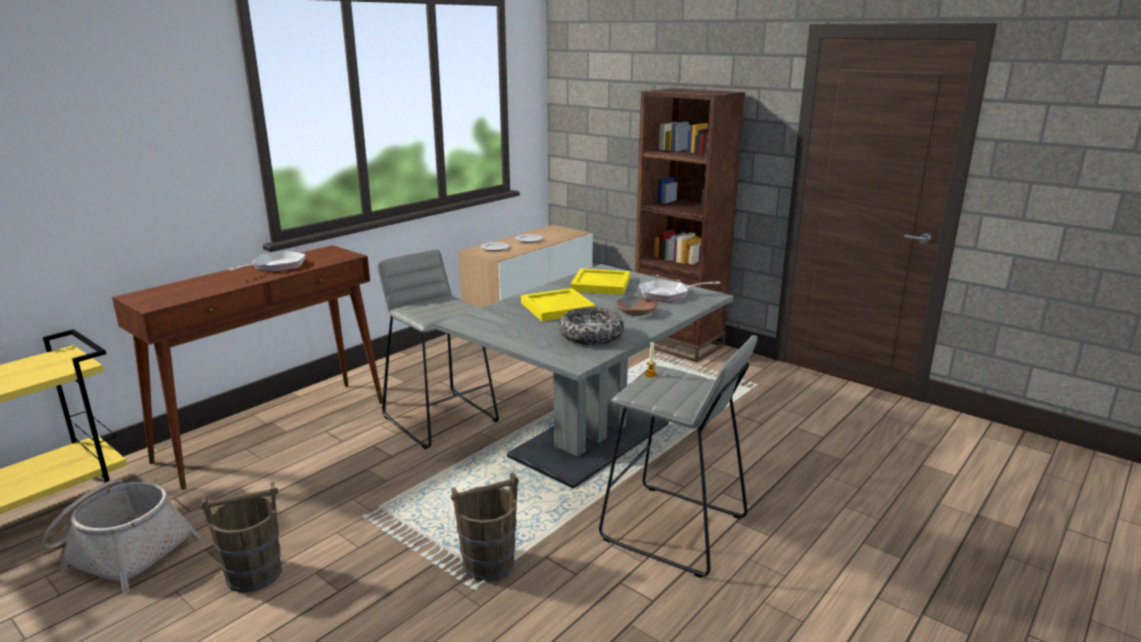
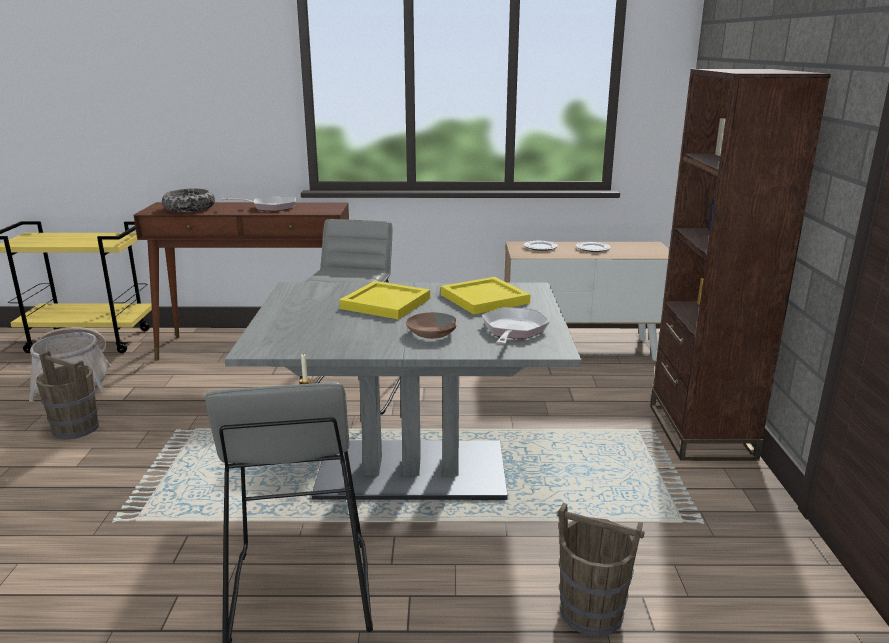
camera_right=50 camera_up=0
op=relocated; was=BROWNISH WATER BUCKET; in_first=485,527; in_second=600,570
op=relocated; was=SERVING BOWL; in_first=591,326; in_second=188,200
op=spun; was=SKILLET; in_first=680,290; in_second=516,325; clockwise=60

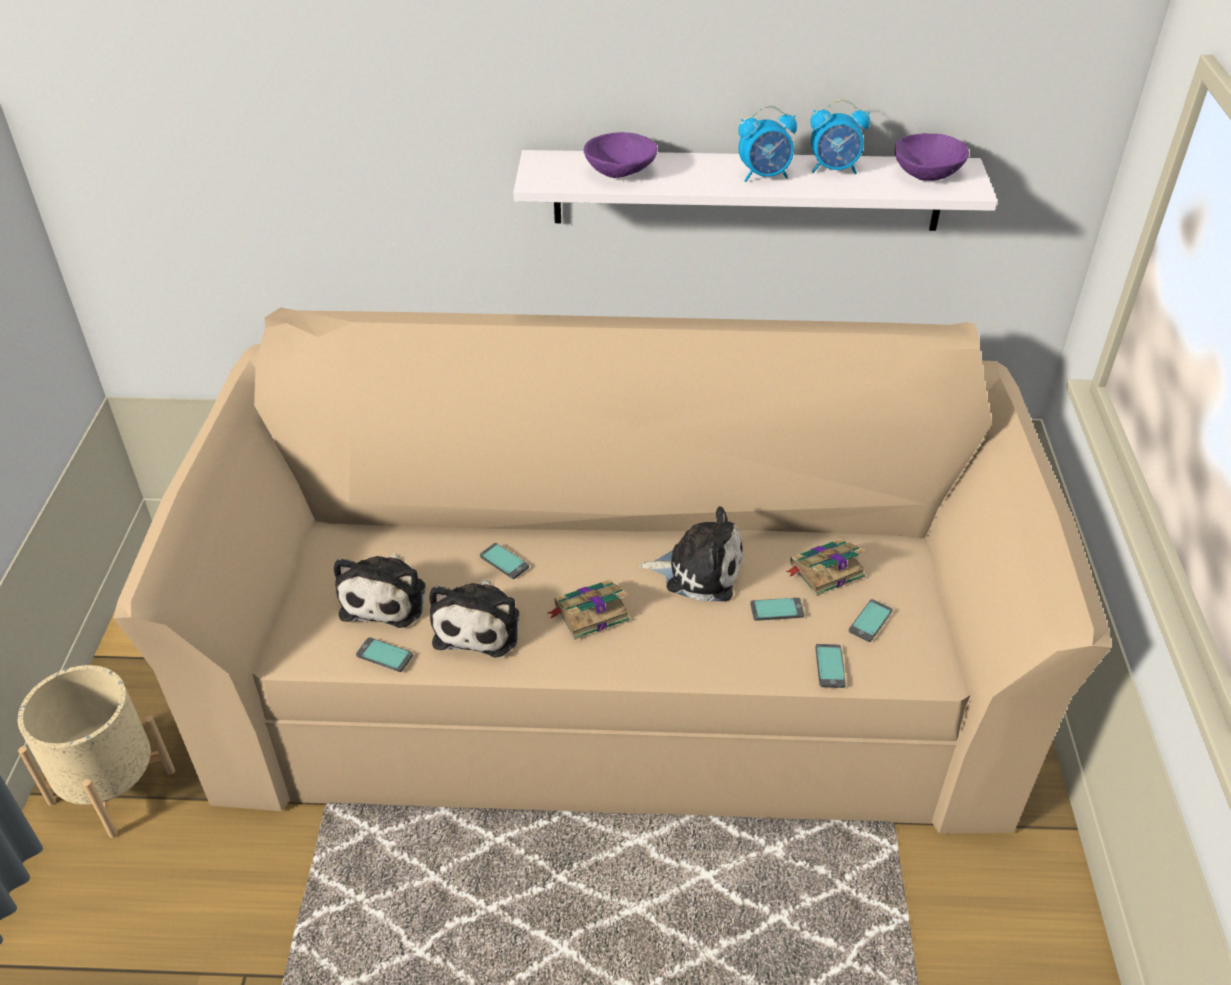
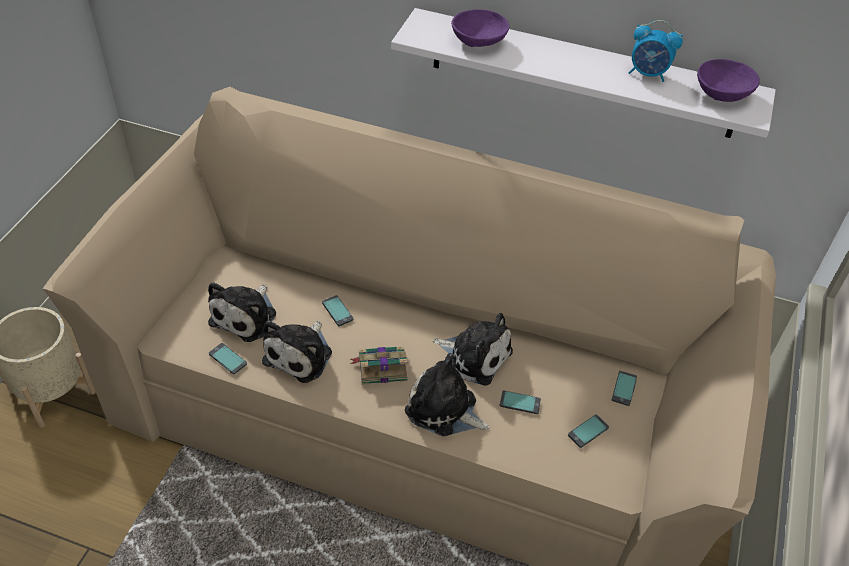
camera_right=15 camera_up=5
op=missing; was=BEDSIDE CLOCK; in_first=767,143
op=missing; was=BOOK; in_first=826,567
op=appeared; now=PLUSH TOY; in_second=447,394
op=relocated; was=PHONE; in_first=830,666; in_second=624,388

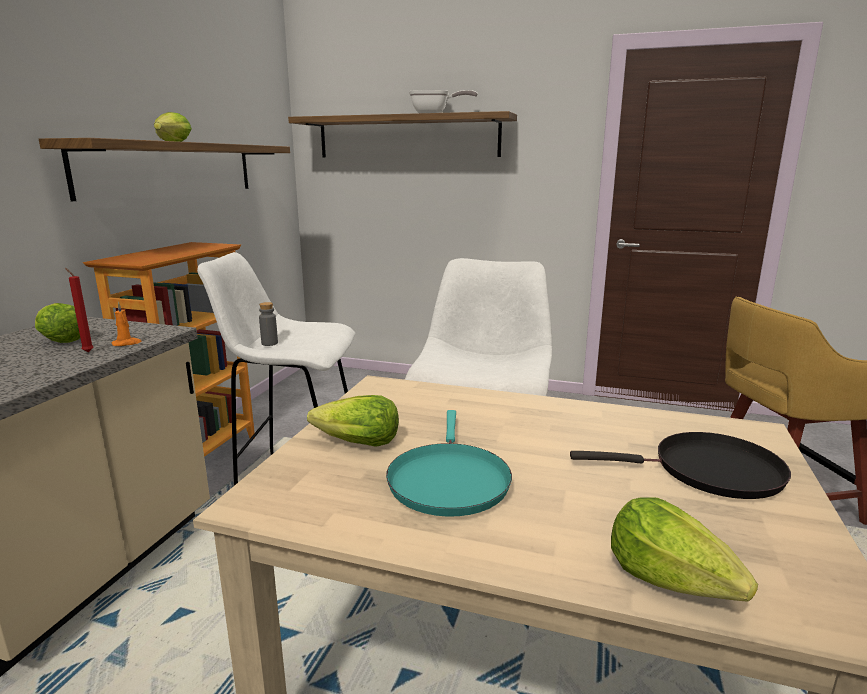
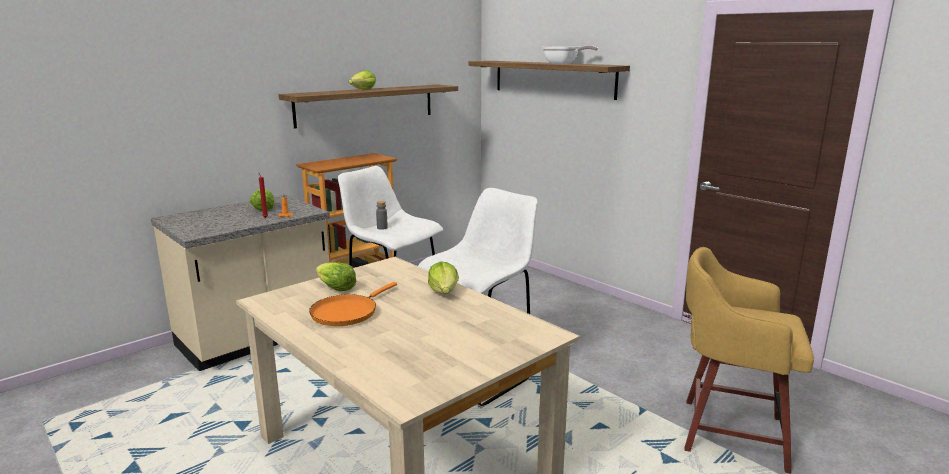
camera_right=30 camera_up=0
op=missing; was=BLACKISH SKILLET; in_first=680,465
op=relocated; was=LETTUCE; in_first=684,550; in_second=443,277
op=colour; was=TURQUOISE SKILLET; now=ORANGEY SKILLET; in_first=449,463; in_second=353,304

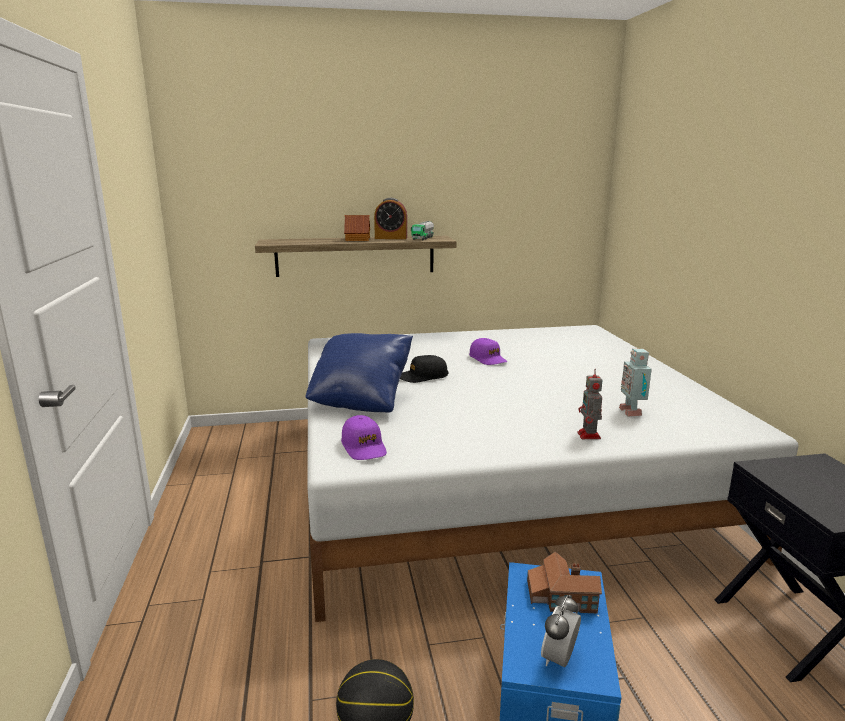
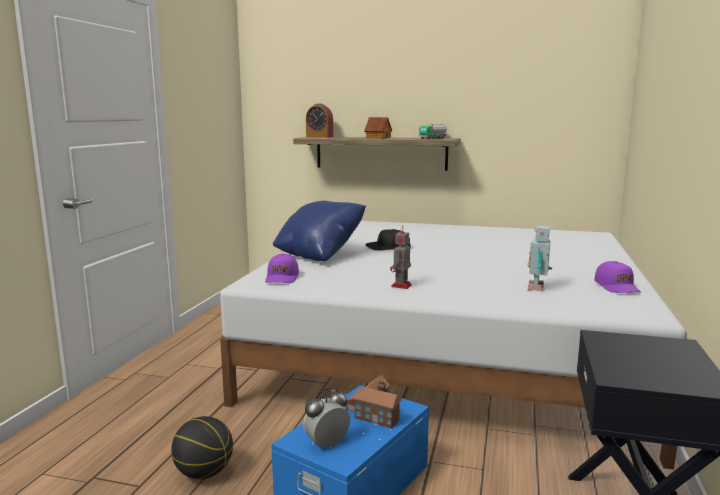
camera_right=25 camera_up=-5
op=relocated; was=BEDSIDE CLOCK; in_first=390,218; in_second=319,121
op=relocated; was=PURPLE-COLOURED CAP; in_first=488,351; in_second=617,277
op=relocated; was=TOY ROBOT; in_first=589,404; in_second=401,257

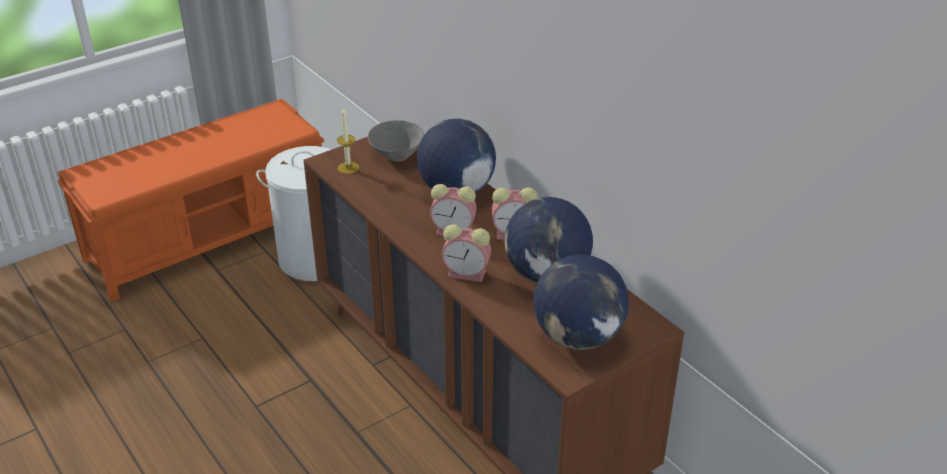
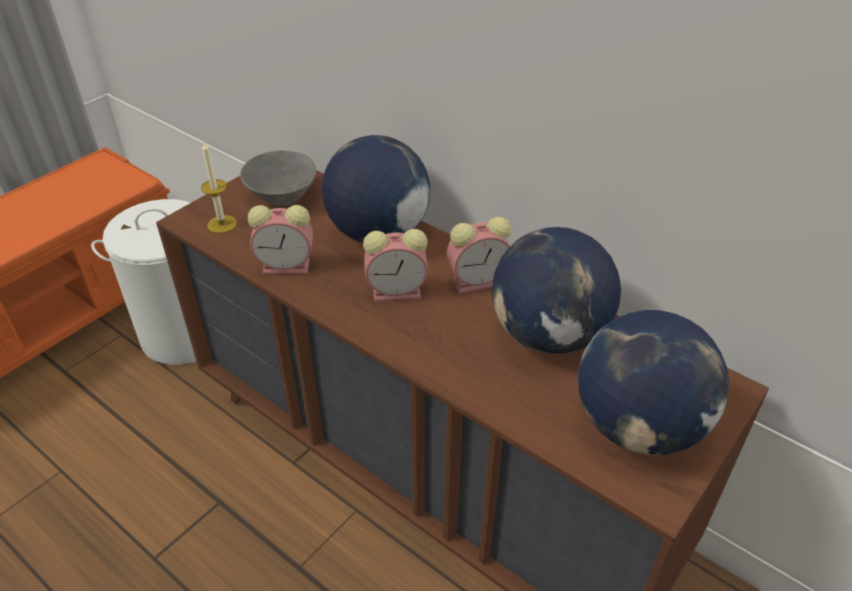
camera_right=-15 camera_up=5
op=relocated; was=BEDSIDE CLOCK; in_first=466,253; in_second=280,239

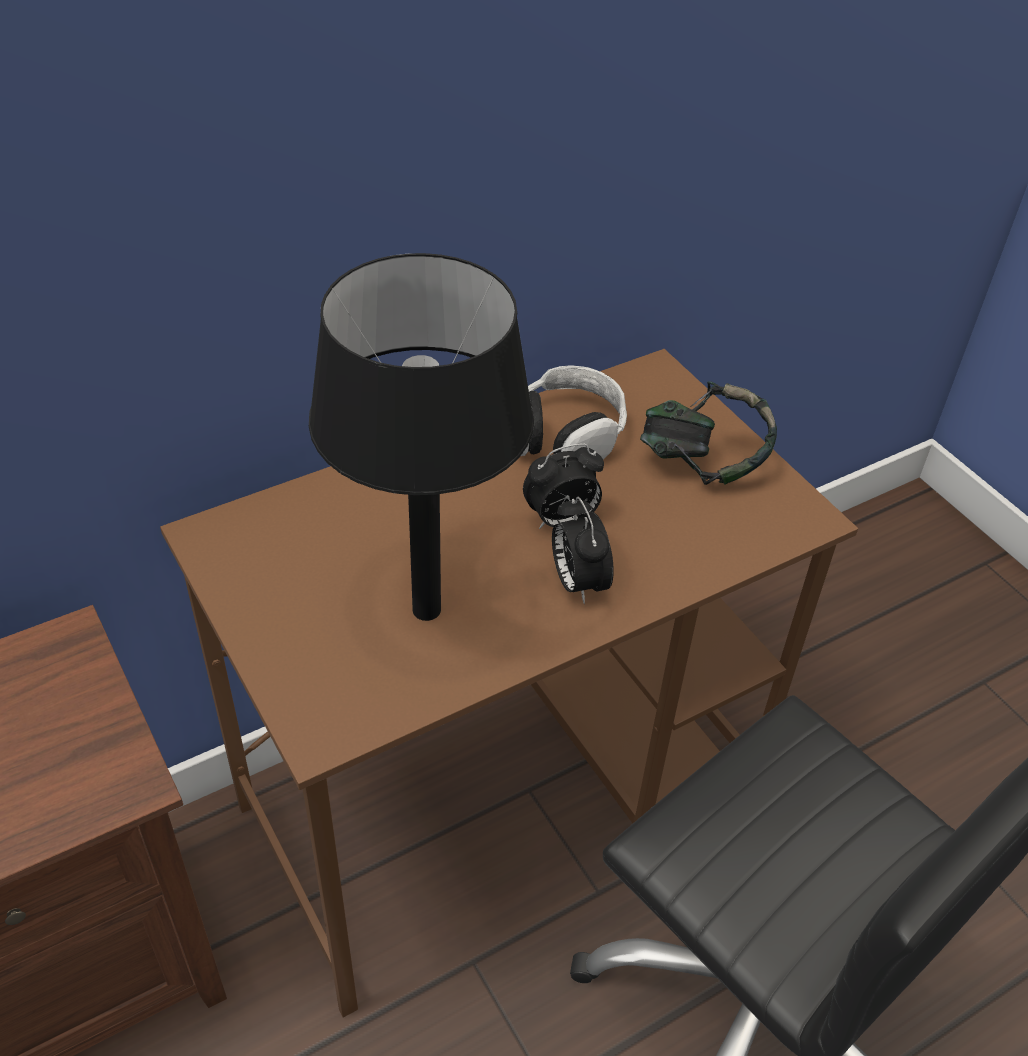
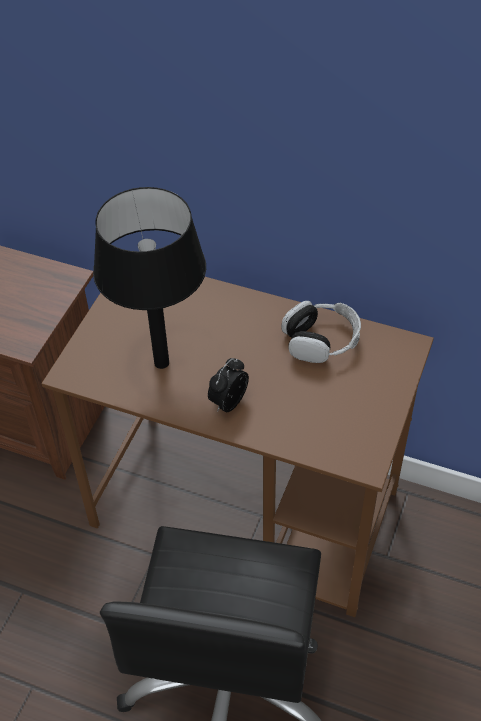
camera_right=55 camera_up=5
op=missing; was=BEDSIDE CLOCK; in_first=563,486
op=missing; was=PAIR OF HEADPHONES; in_first=708,433

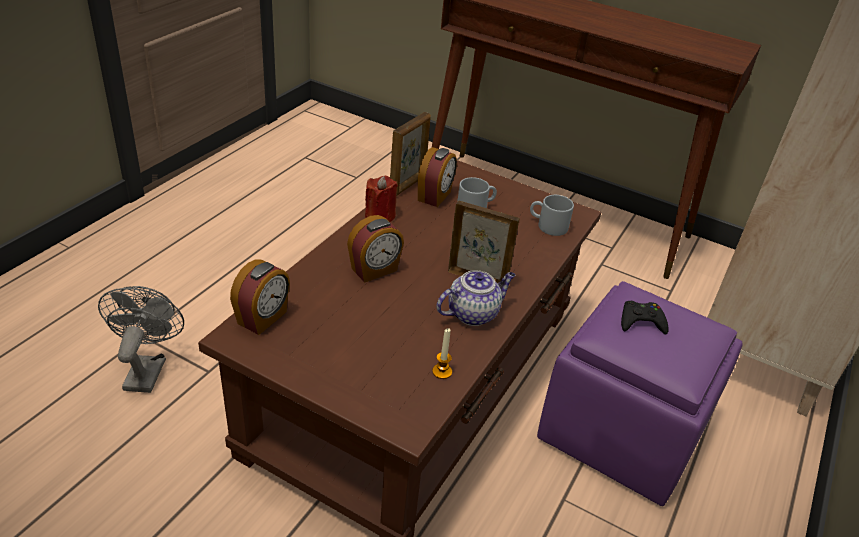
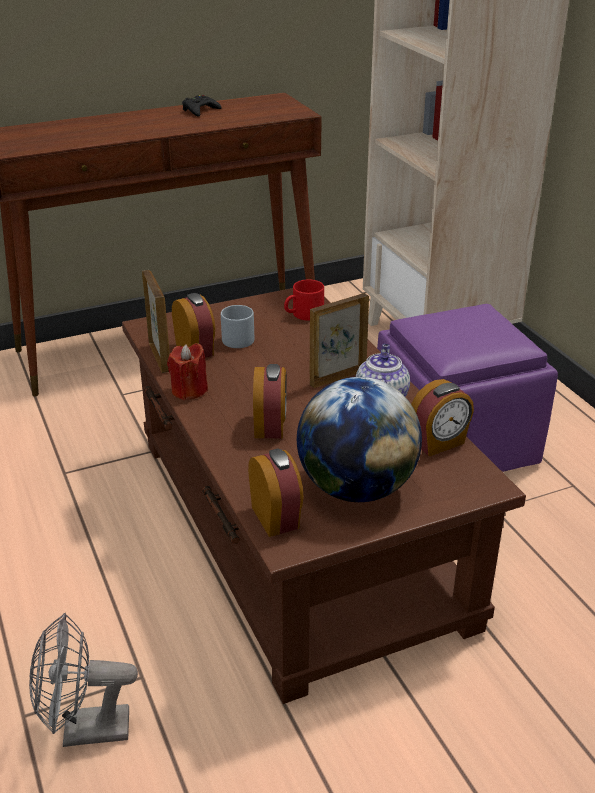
camera_right=-50 camera_up=-5
op=appeared; now=GLOBE; in_second=359,439
op=relocated; was=BLACKISH GAMEPAD; in_first=645,318; in_second=202,106
op=exchanged; was=WAX CANDLE; now=BEDSIDE CLOCK; in_first=442,353; in_second=442,417
op=colour; was=GREYISH TEA MUG; now=REDDISH TEA MUG; in_first=552,215; in_second=304,300
op=spun; was=GREYISH ELECTRIC FAN; in_first=141,339; in_second=83,680; clockwise=-45

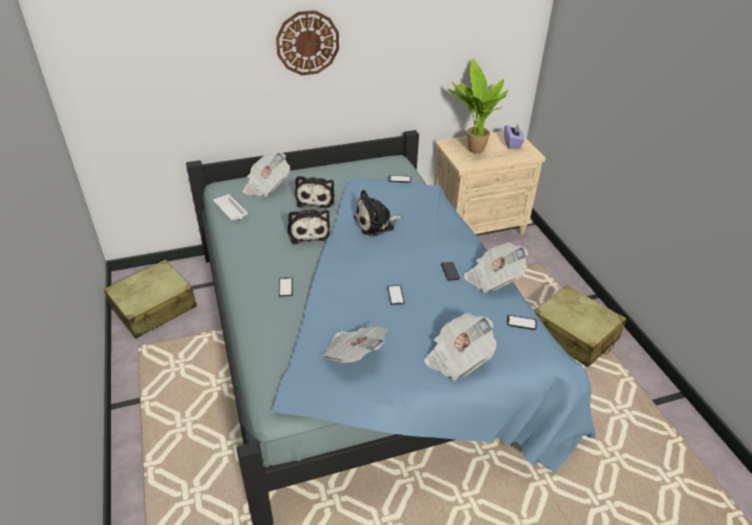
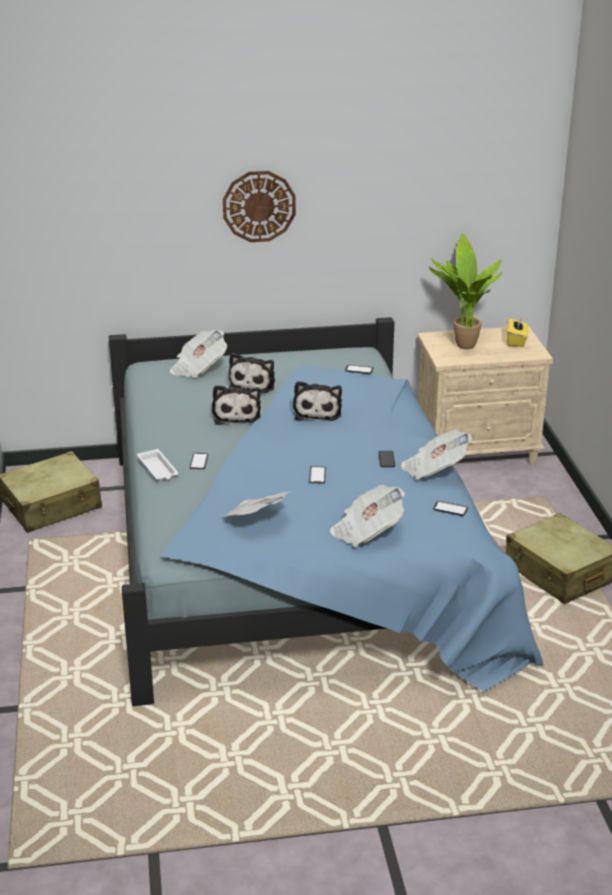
camera_right=10 camera_up=-10
op=relocated; was=WHITISH TRAY; in_first=230,207; in_second=158,465
op=colour; was=PURPLE-COLOURED TISSUE BOX; now=YELLOW TISSUE BOX; in_first=514,136; in_second=518,332
op=spun; was=PLUSH TOY; in_first=378,213; in_second=317,401; clockwise=-75

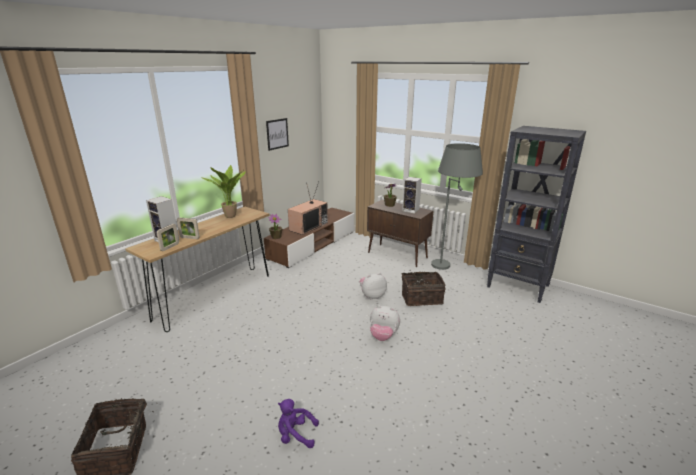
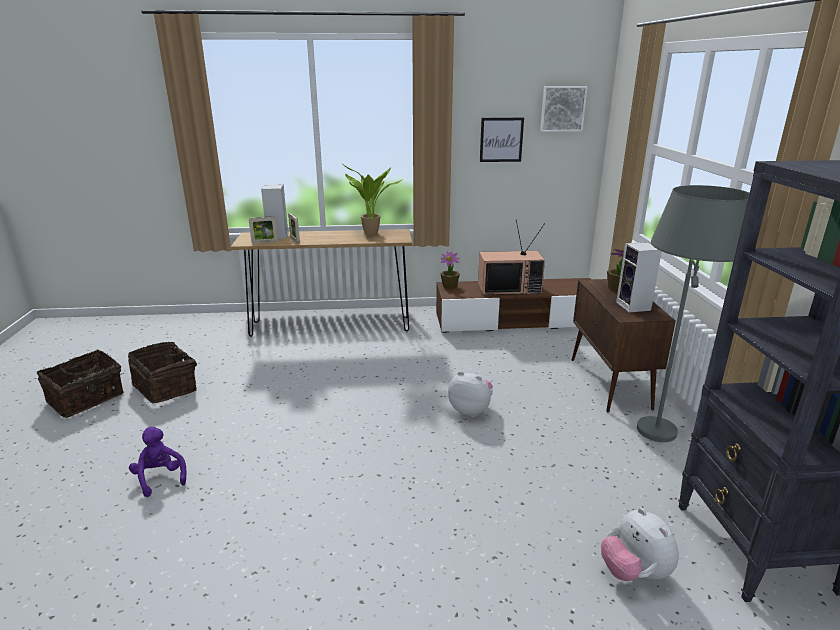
camera_right=50 camera_up=0
op=appeared; now=WALL ART; in_second=563,109
op=relocated; was=PLUSH TOY; in_first=385,323; in_second=640,544
op=relocated; was=STORAGE BASKET; in_first=424,288; in_second=162,372

